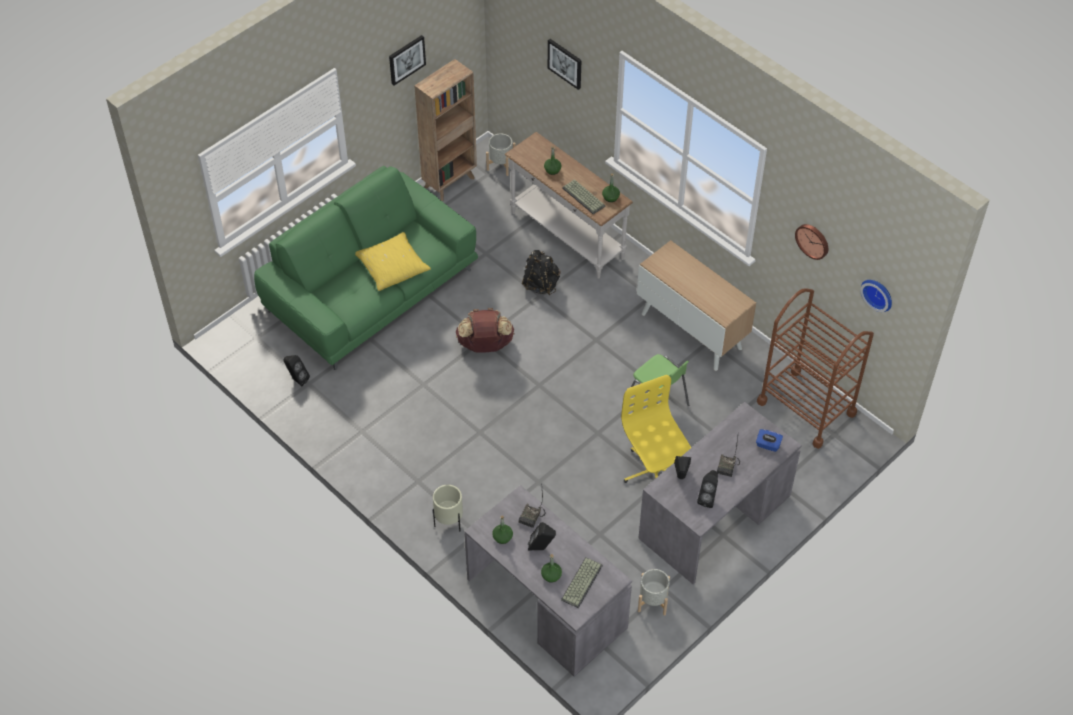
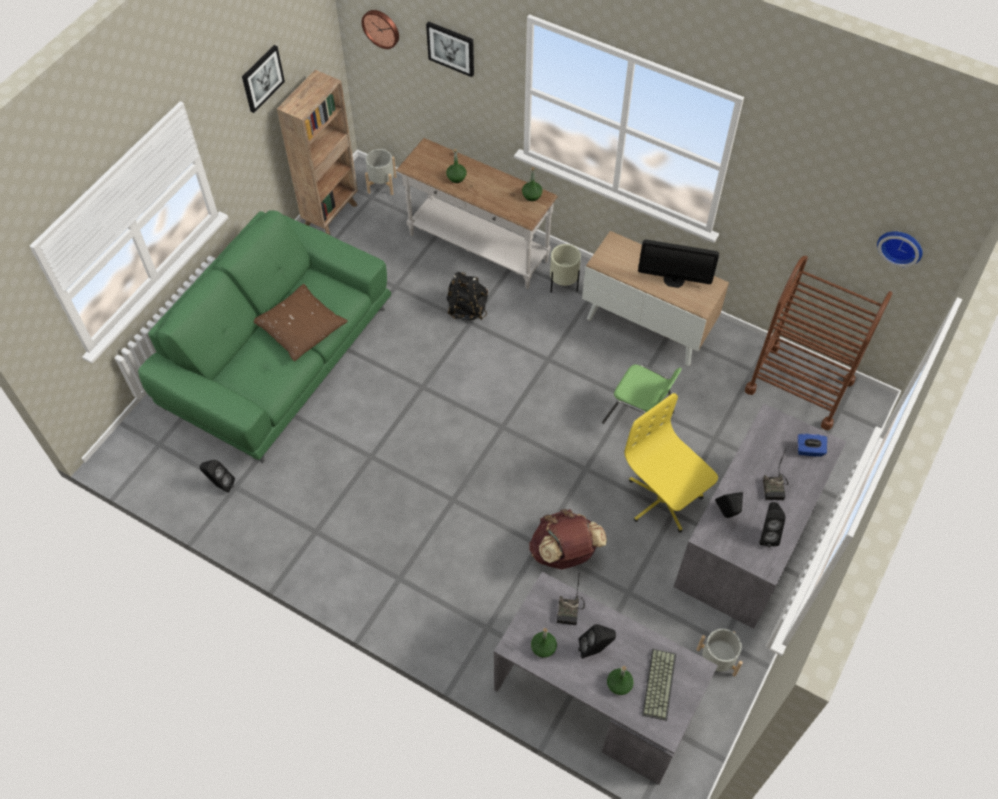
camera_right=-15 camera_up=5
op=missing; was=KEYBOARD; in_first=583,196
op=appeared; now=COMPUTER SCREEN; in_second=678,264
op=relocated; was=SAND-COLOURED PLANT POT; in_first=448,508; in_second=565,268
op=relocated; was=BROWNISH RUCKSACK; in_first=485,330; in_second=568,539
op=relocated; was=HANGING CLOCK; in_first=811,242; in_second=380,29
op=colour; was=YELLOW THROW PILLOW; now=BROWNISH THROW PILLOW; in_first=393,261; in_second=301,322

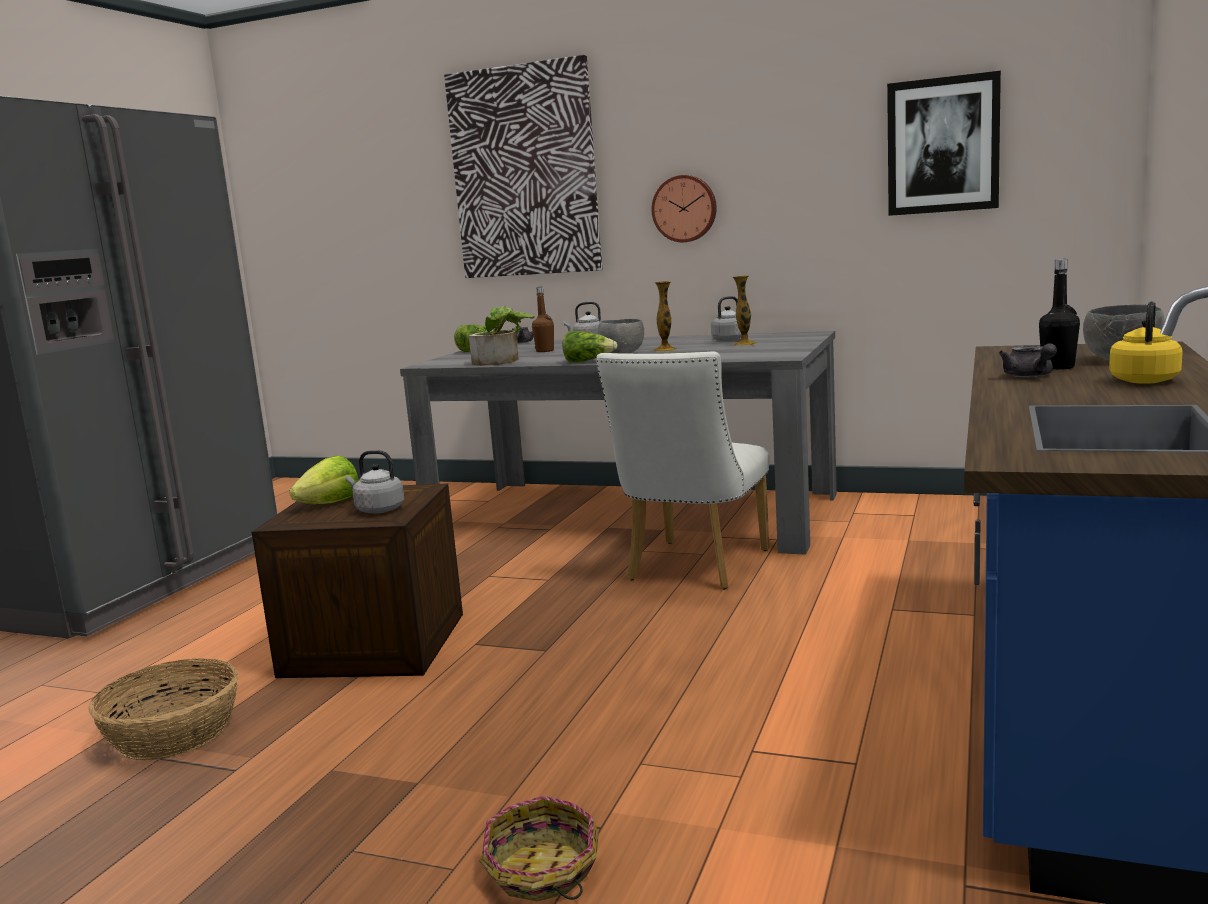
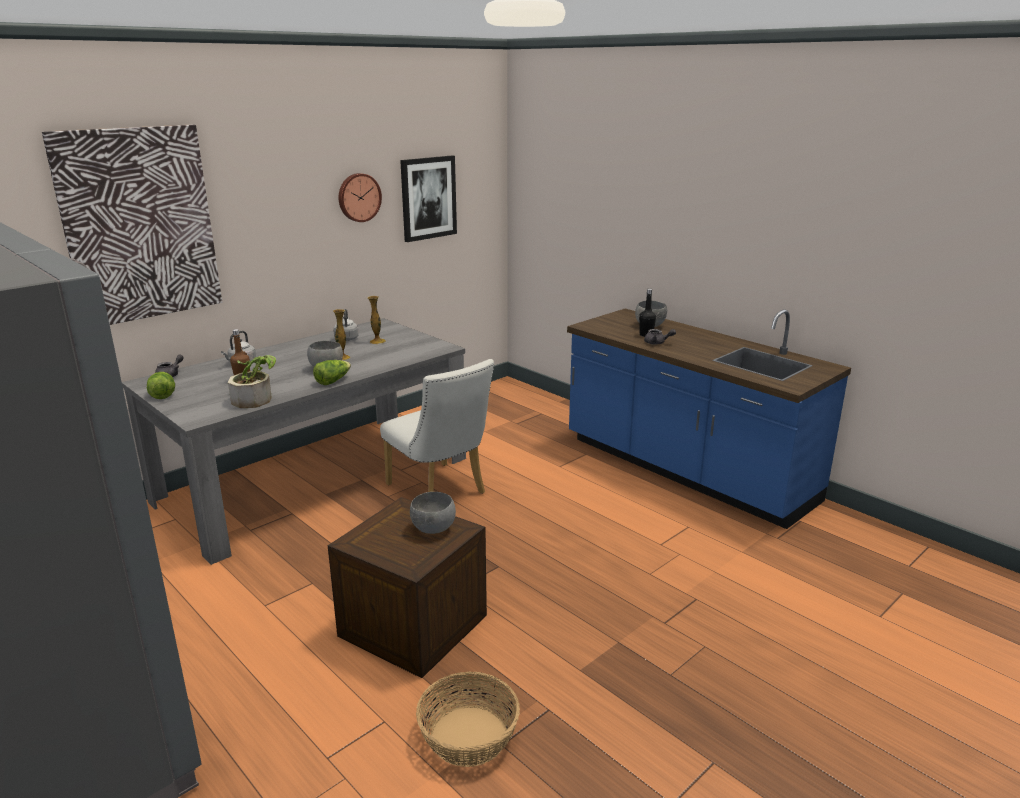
camera_right=-65 camera_up=10
op=missing; was=LETTUCE; in_first=324,480
op=missing; was=STORAGE BASKET; in_first=539,848
op=missing; was=YELLOW KETTLE; in_first=1146,342
op=relocated; was=HANGING CLOCK; in_first=684,208; in_second=360,197
op=exchanged; was=GREYISH KETTLE; now=GREYISH SERVING BOWL; in_first=374,482; in_second=433,513

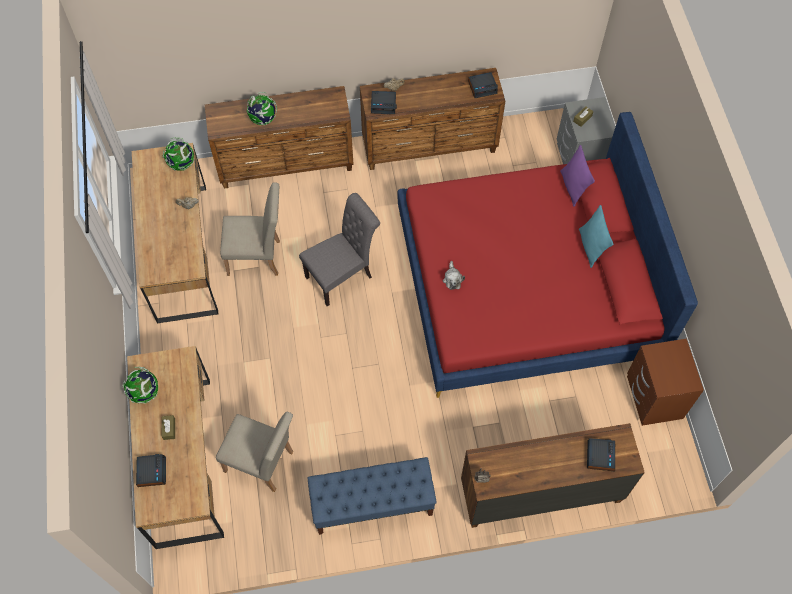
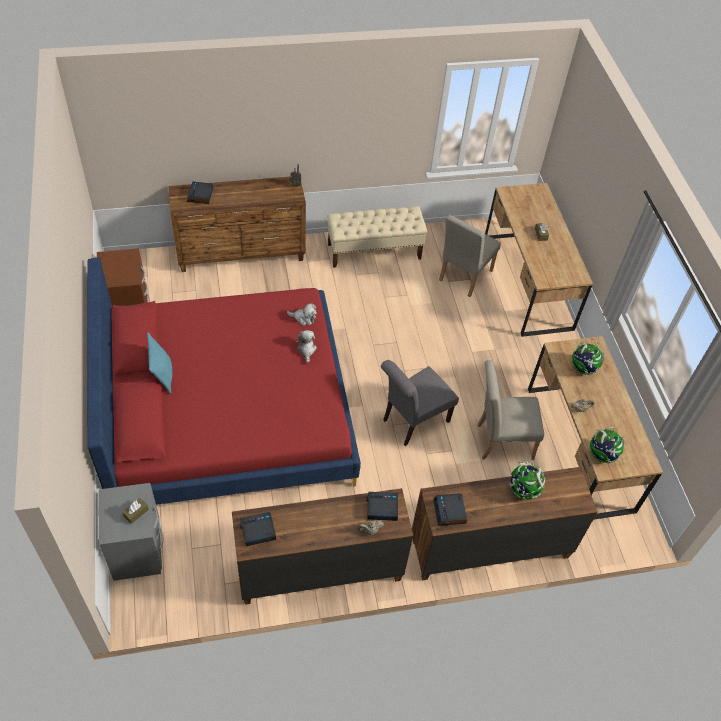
camera_right=175 camera_up=-10
op=missing; was=PURPLE-COLOURED THROW PILLOW; in_first=577,176
op=appeared; now=PLUSH TOY; in_second=302,314
op=relocated; was=GLOBE; in_first=140,385; in_second=588,358
op=relocated; was=BEDSIDE CLOCK; in_first=151,470; in_second=450,509
op=colour; was=BLUISH BENCH; now=SAND-COLOURED BENCH; in_first=372,496; in_second=377,237
op=spun; was=SAND-COLOURED UPRIGHT CHAIR; in_first=254,451; in_second=470,256; clockwise=-75

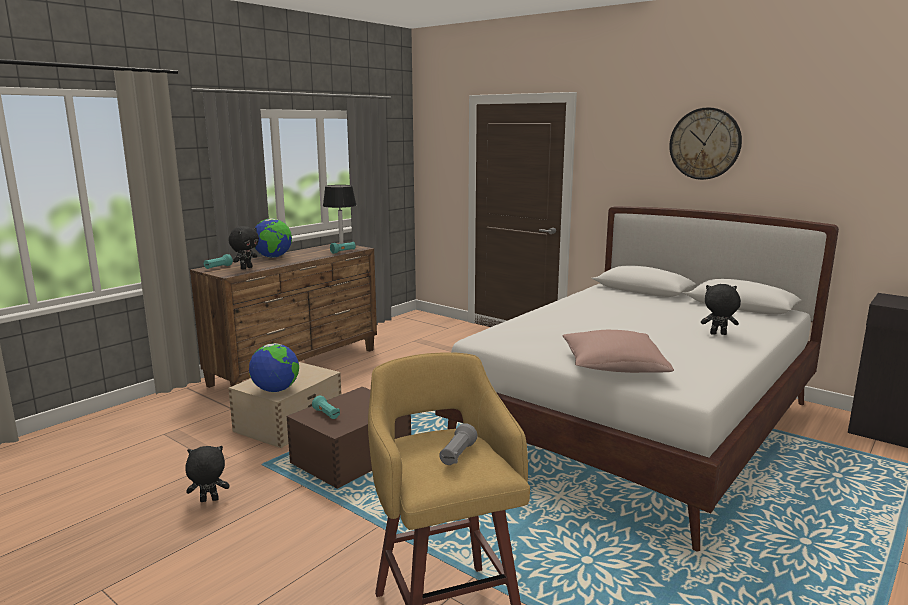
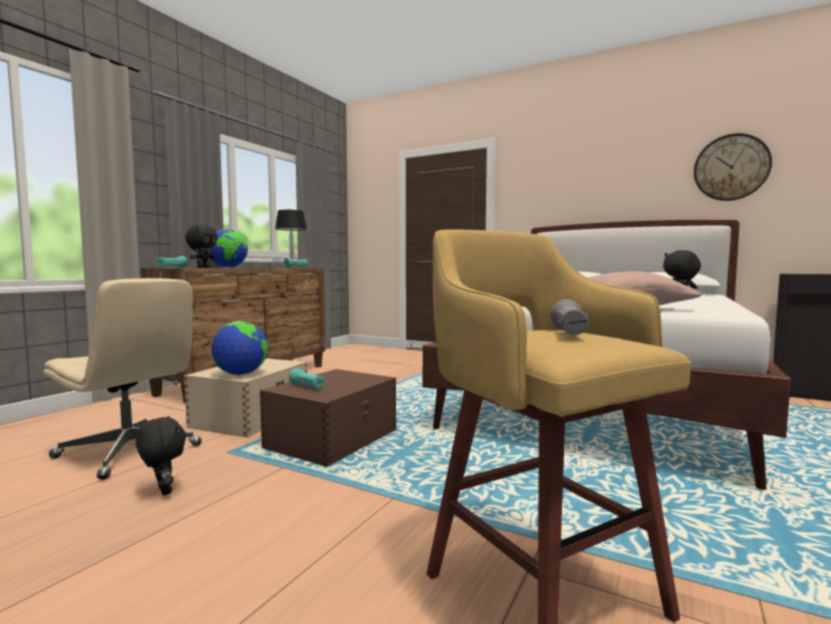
camera_right=-10 camera_up=-10
op=appeared; now=SAND-COLOURED DESK CHAIR; in_second=122,379
op=relocated; was=HANGING CLOCK; in_first=705,143; in_second=733,167
op=spun; was=BLACKISH PLUSH TOY; in_first=208,474; in_second=161,455; clockwise=75

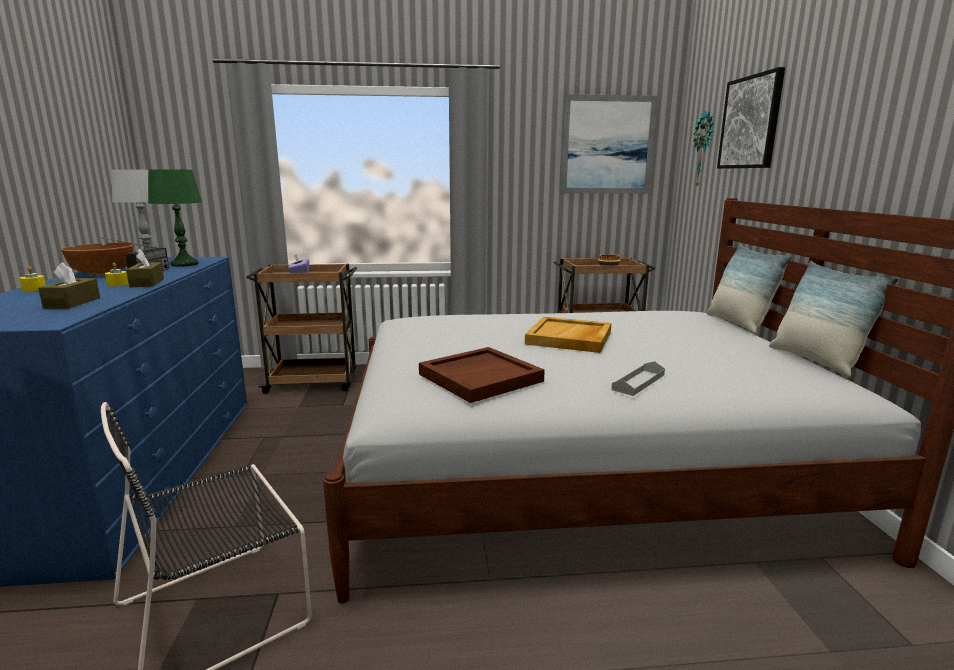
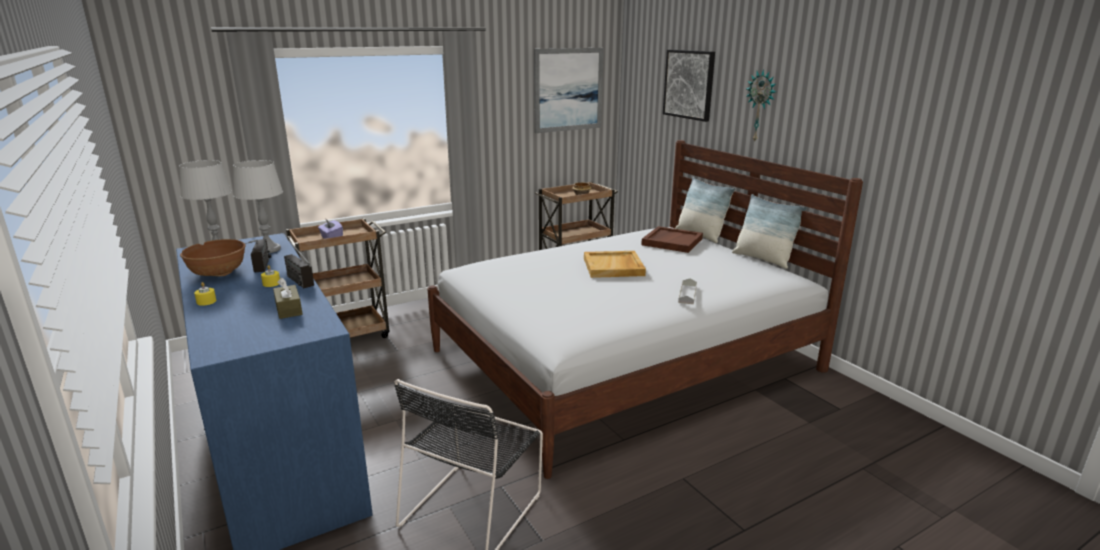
camera_right=-25 camera_up=5
op=relocated; was=BROWNISH TRAY; in_first=482,375; in_second=672,239
op=relocated; was=HANGING CLOCK; in_first=703,148; in_second=761,106
op=exchanged; was=BROWNISH TISSUE BOX; now=RADIO RECEIVER; in_first=145,268; in_second=298,260
op=colour; was=GREEN-COLOURED TABLE LAMP; now=GREYISH TABLE LAMP; in_first=175,218; in_second=258,206

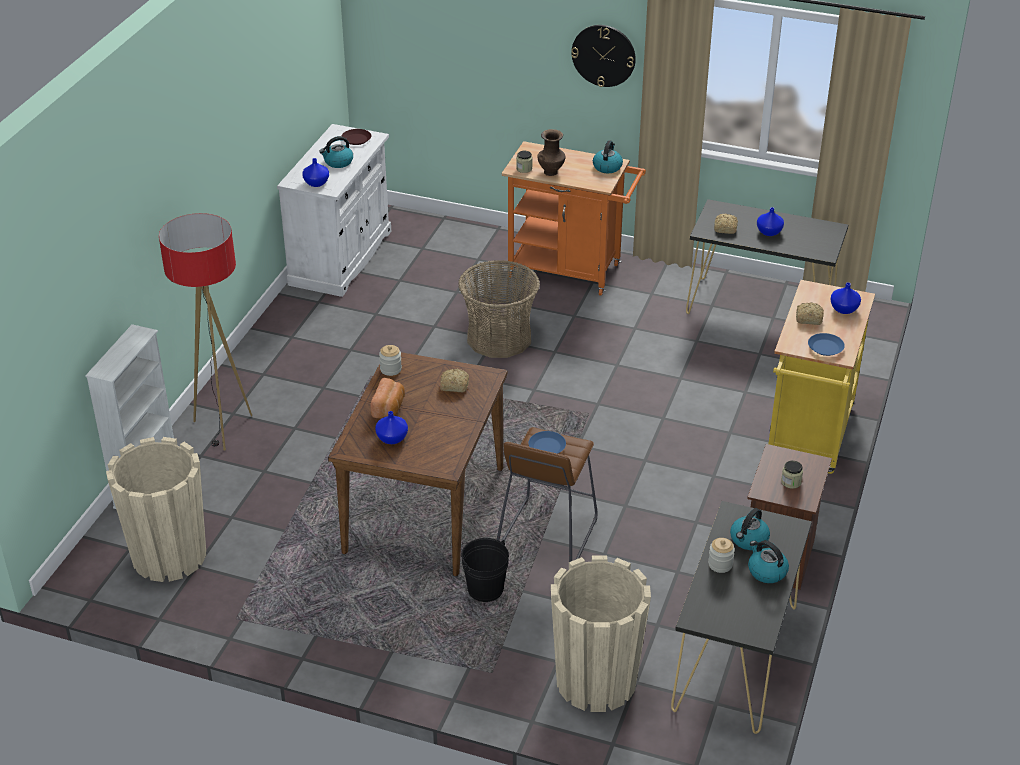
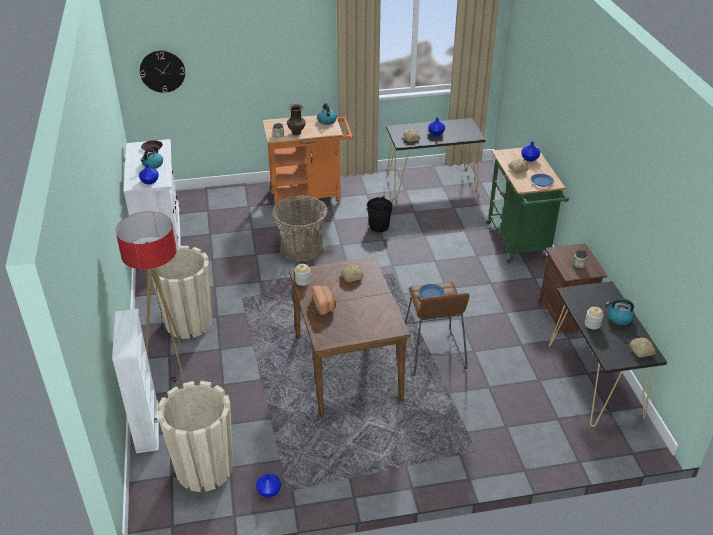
camera_right=-30 camera_up=0
op=missing; was=KETTLE; in_first=750,529
op=appeared; now=BAKERY BREAD; in_second=643,347
op=relocated; was=BLUISH DECORATIVE VASE; in_first=391,427; in_second=268,486
op=relocated; was=BLACKISH WATER BUCKET; in_first=485,570; in_second=379,214
op=relocated; was=SAND-COLOURED PLANT POT; in_first=601,633; in_second=182,292
op=relocated; was=HANGING CLOCK; in_first=603,56; in_second=162,71
op=colour; was=YELLOW WHEELED CART; now=GREEN-COLOURED WHEELED CART; in_first=821,377; in_second=527,205

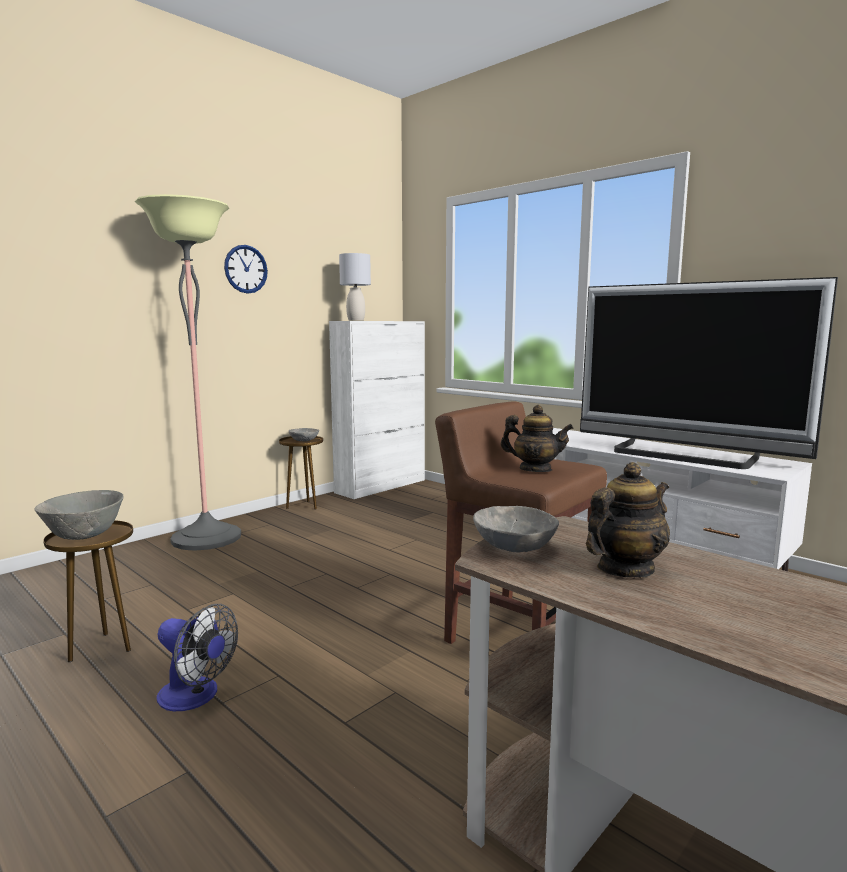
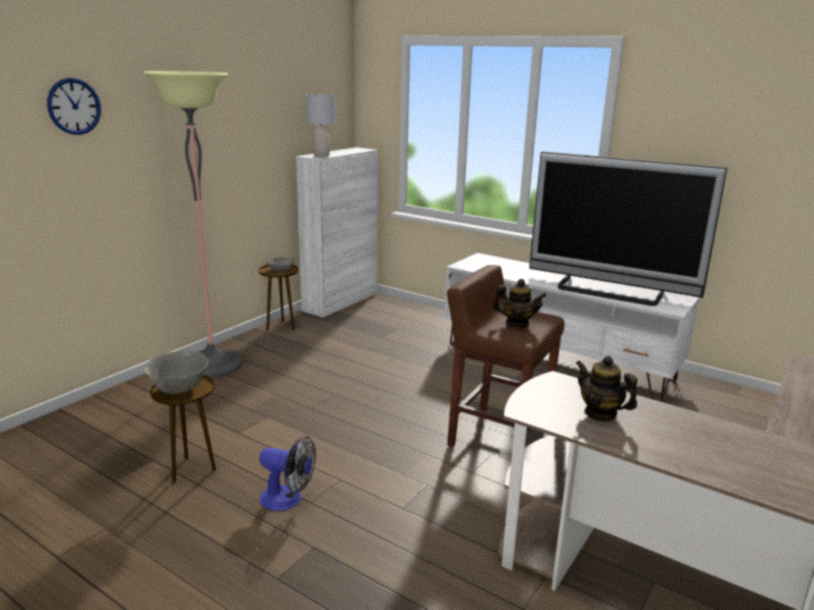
camera_right=-10 camera_up=10
op=missing; was=GREYISH SERVING BOWL; in_first=516,529
op=relocated; was=HANGING CLOCK; in_first=246,269; in_second=74,106
op=spun; was=POT FOR TEA; in_first=628,519; in_second=606,388; clockwise=-90

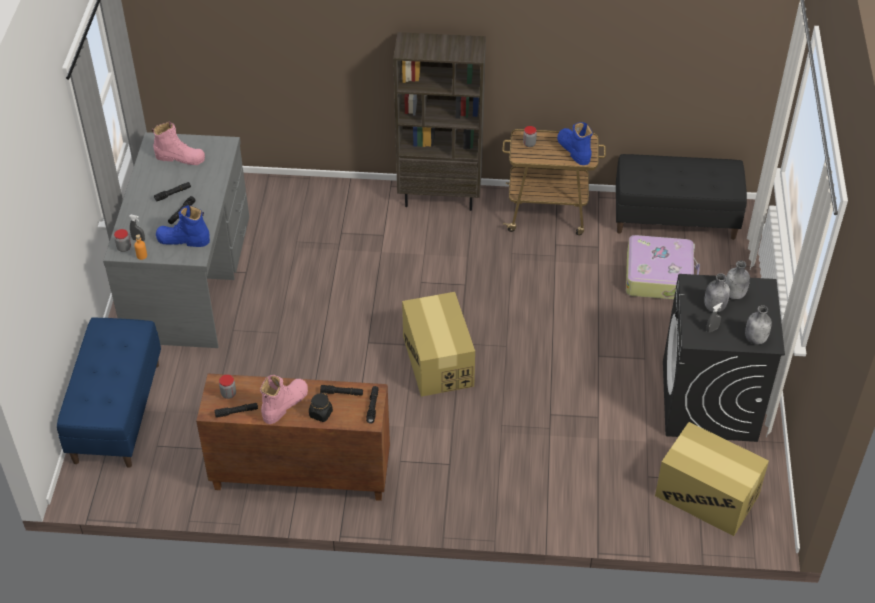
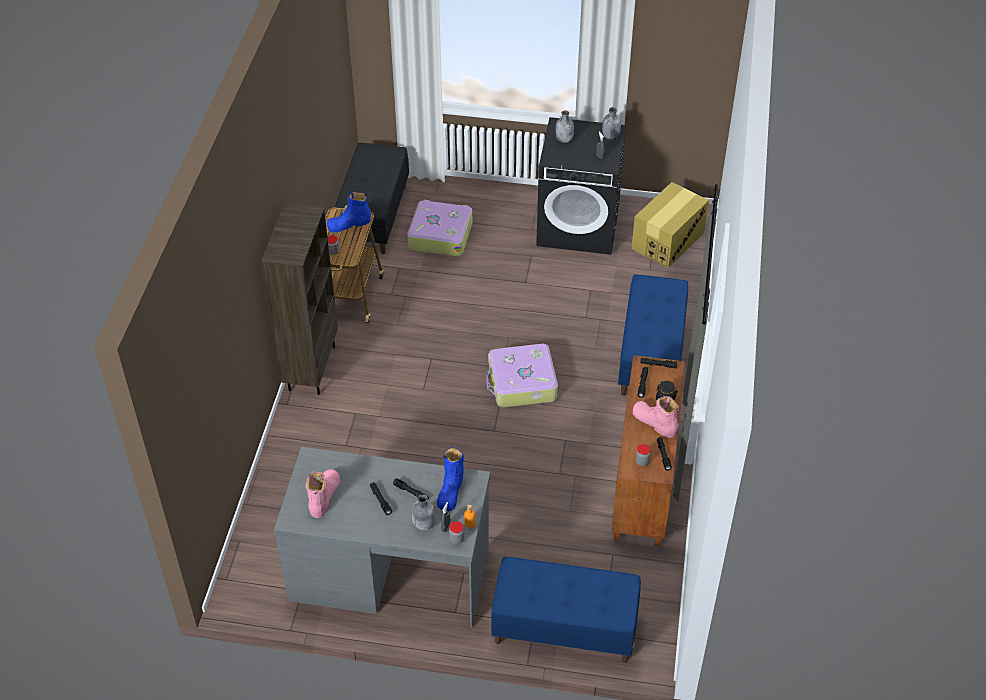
camera_right=-85 camera_up=0
op=appeared; now=BLUISH BENCH; in_second=653,335
op=relocated; was=GREYISH BOTTLE; in_first=717,292; in_second=423,512
op=exchanged; was=CARTON; now=SUITCASE; in_first=438,344; in_second=522,375

